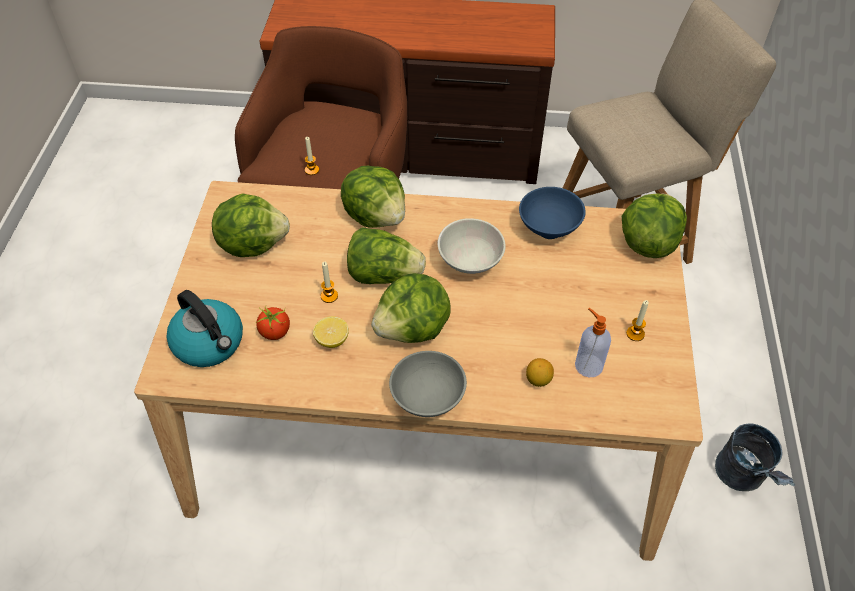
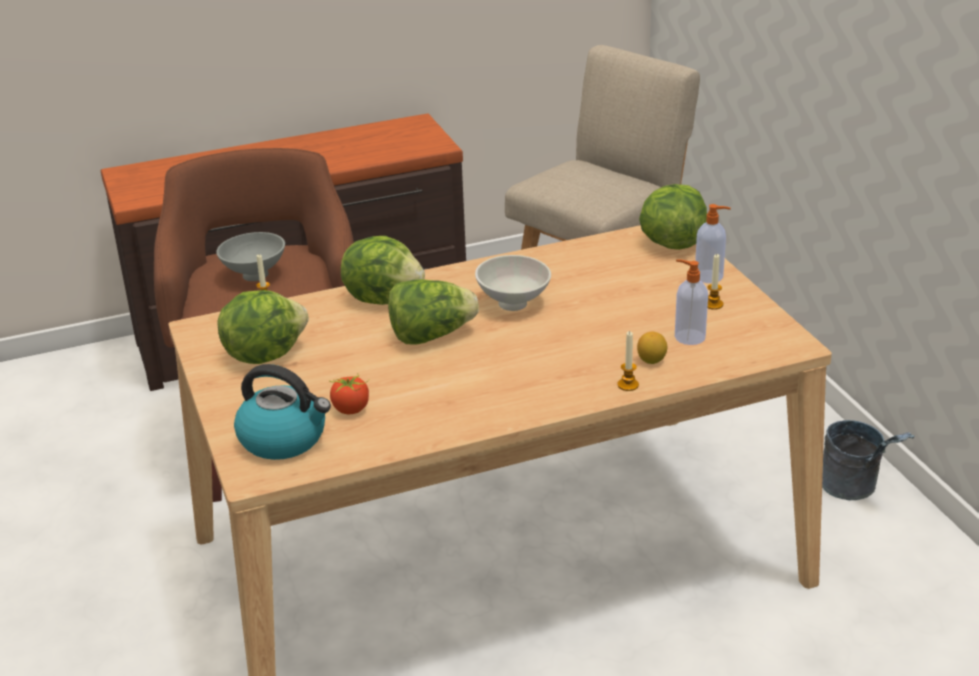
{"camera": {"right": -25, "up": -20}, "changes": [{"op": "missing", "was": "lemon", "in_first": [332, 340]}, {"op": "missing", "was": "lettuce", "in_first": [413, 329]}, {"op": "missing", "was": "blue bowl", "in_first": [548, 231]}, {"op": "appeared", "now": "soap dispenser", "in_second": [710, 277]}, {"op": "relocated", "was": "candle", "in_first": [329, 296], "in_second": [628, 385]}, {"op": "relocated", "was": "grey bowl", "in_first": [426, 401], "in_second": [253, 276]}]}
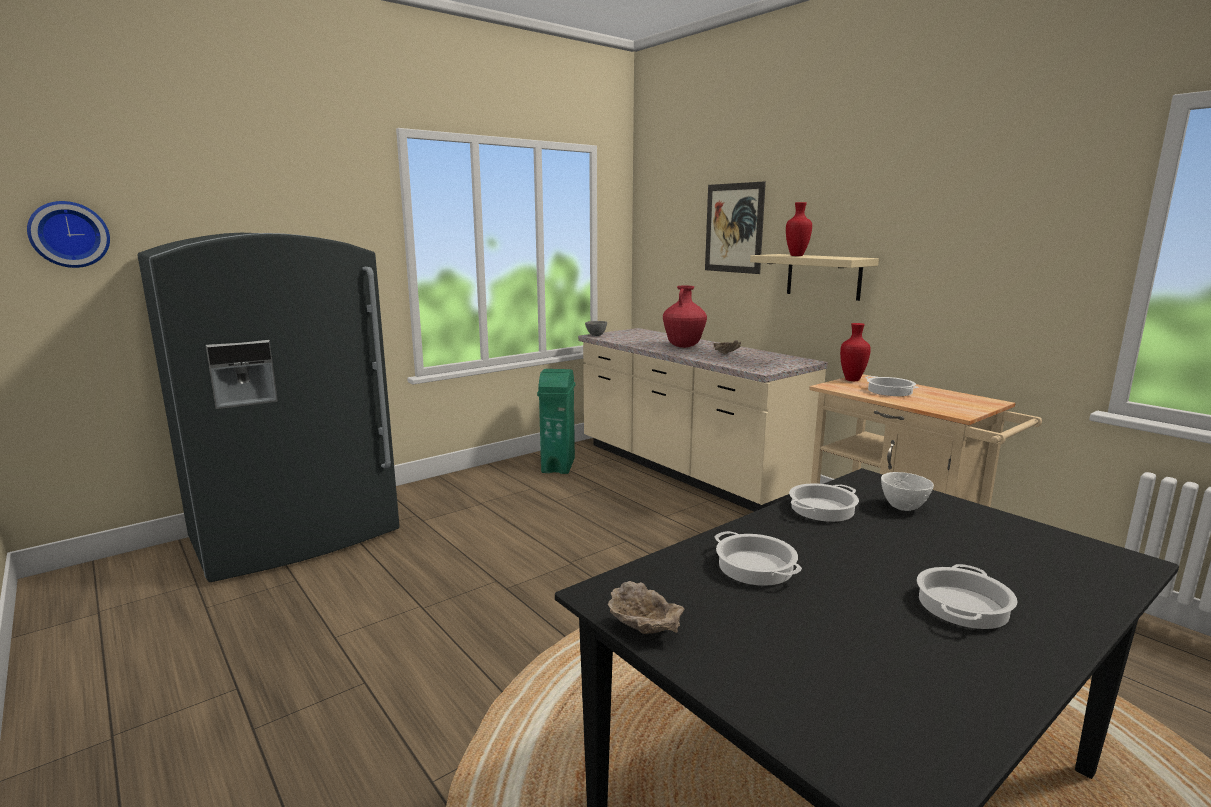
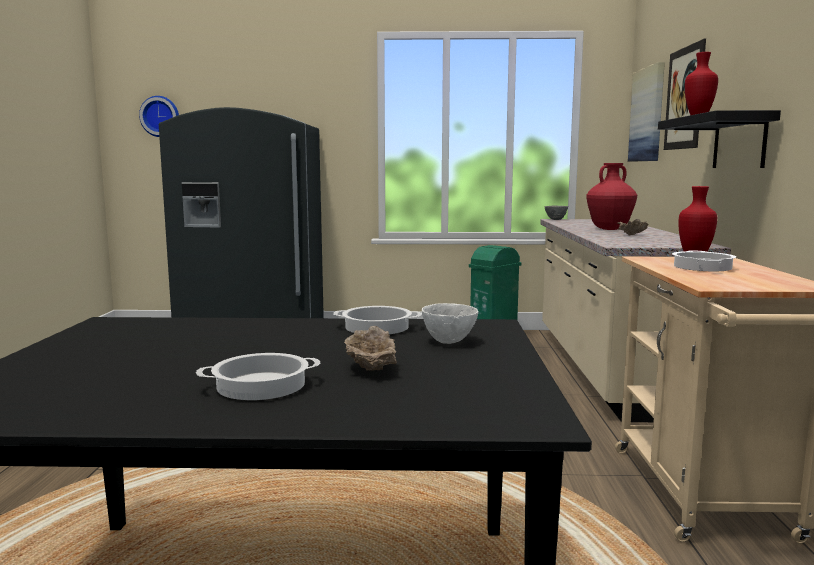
{"camera": {"right": 40, "up": -5}, "changes": [{"op": "missing", "was": "cooking pot", "in_first": [756, 567]}, {"op": "appeared", "now": "picture", "in_second": [647, 115]}, {"op": "relocated", "was": "beige bowl", "in_first": [644, 631], "in_second": [370, 370]}, {"op": "colour", "was": "beige shelf", "now": "black shelf", "in_first": [823, 276], "in_second": [739, 142]}]}
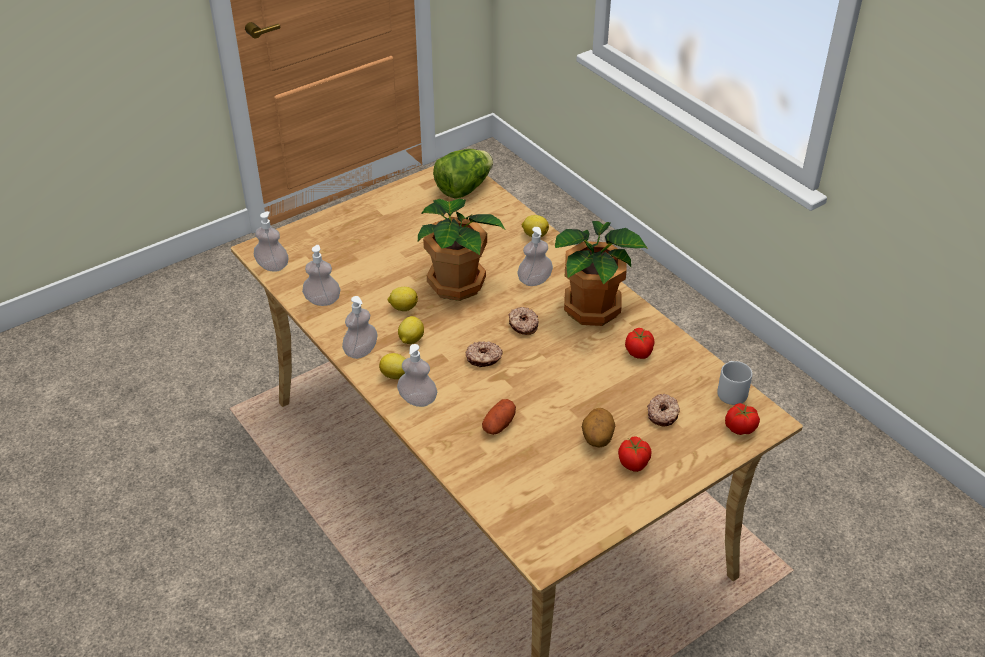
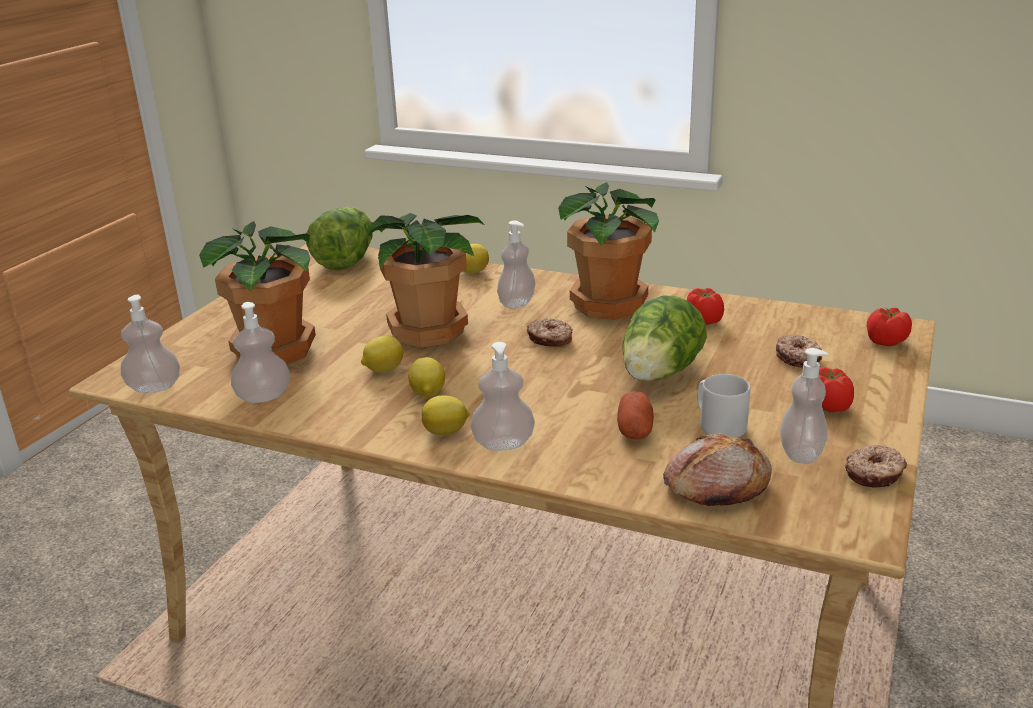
{"camera": {"right": -30, "up": -15}, "changes": [{"op": "missing", "was": "potato", "in_first": [597, 438]}, {"op": "appeared", "now": "potted plant", "in_second": [278, 350]}, {"op": "appeared", "now": "lettuce", "in_second": [659, 375]}, {"op": "appeared", "now": "bread", "in_second": [715, 485]}, {"op": "relocated", "was": "soap dispenser", "in_first": [361, 351], "in_second": [801, 453]}, {"op": "relocated", "was": "donut", "in_first": [483, 358], "in_second": [875, 474]}, {"op": "relocated", "was": "grey mug", "in_first": [731, 391], "in_second": [718, 425]}]}
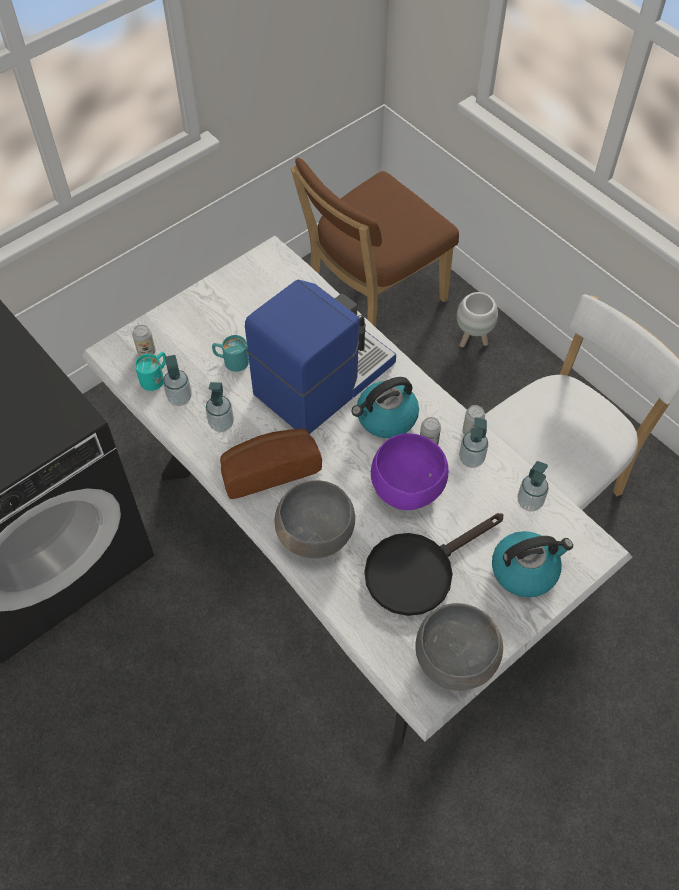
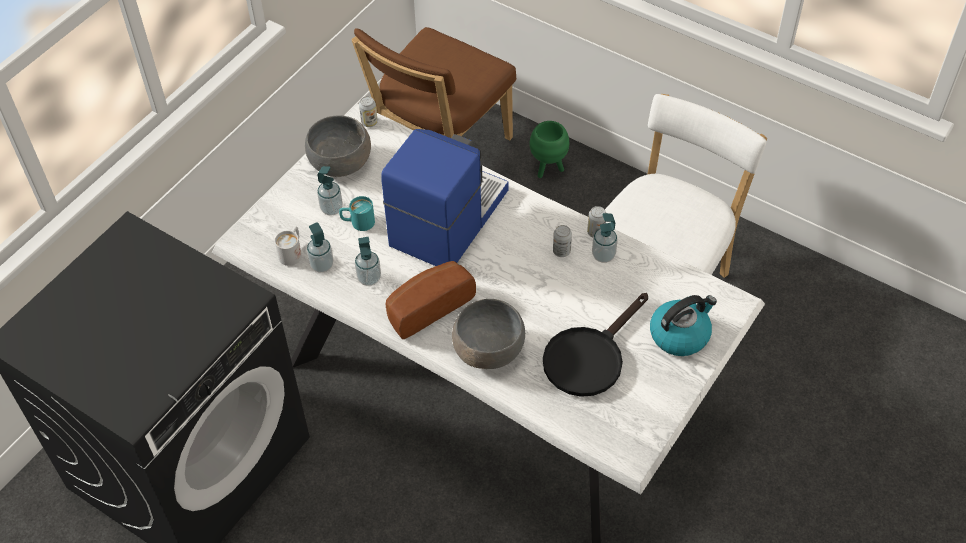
{"camera": {"right": -15, "up": -5}, "changes": [{"op": "missing", "was": "kettle", "in_first": [385, 418]}, {"op": "missing", "was": "purple bowl", "in_first": [407, 487]}, {"op": "relocated", "was": "can", "in_first": [146, 352], "in_second": [369, 122]}, {"op": "relocated", "was": "grey bowl", "in_first": [456, 659], "in_second": [341, 163]}, {"op": "relocated", "was": "soap dispenser", "in_first": [529, 502], "in_second": [331, 208]}, {"op": "colour", "was": "turquoise mug", "now": "white mug", "in_first": [155, 377], "in_second": [292, 252]}, {"op": "colour", "was": "white planter", "now": "green planter", "in_first": [473, 339], "in_second": [548, 169]}]}
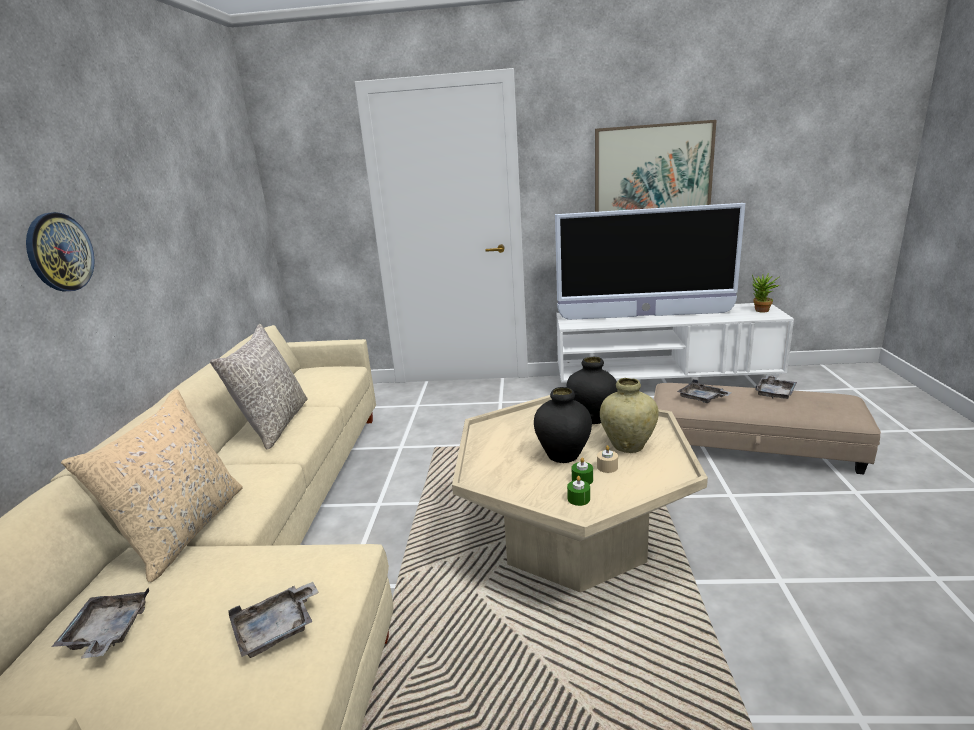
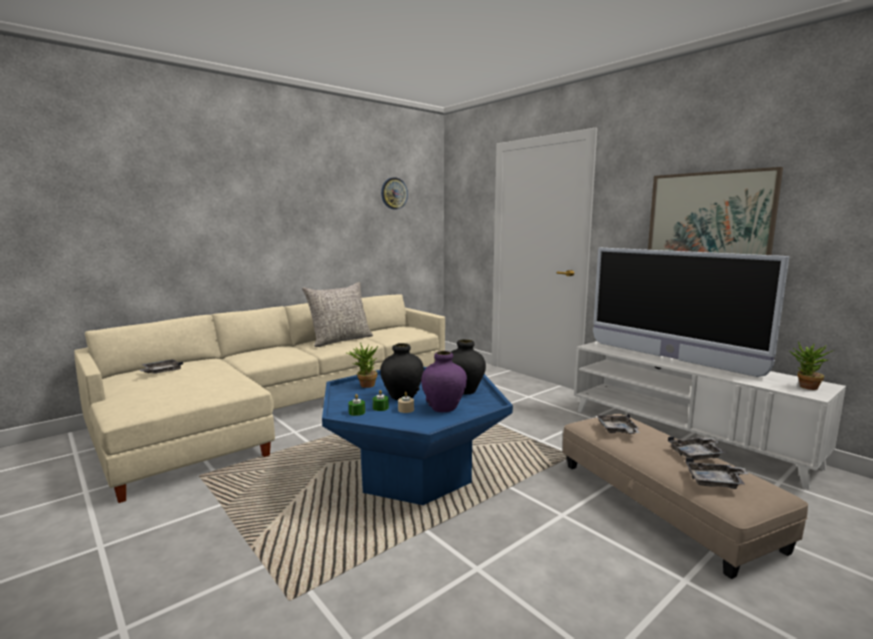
{"camera": {"right": 45, "up": -10}, "changes": [{"op": "missing", "was": "beige pillow", "in_first": [183, 530]}, {"op": "appeared", "now": "potted plant", "in_second": [364, 385]}, {"op": "relocated", "was": "wall clock", "in_first": [59, 252], "in_second": [394, 193]}, {"op": "relocated", "was": "grey tray", "in_first": [277, 629], "in_second": [715, 482]}, {"op": "colour", "was": "beige coffee table", "now": "blue coffee table", "in_first": [572, 538], "in_second": [413, 472]}, {"op": "colour", "was": "beige vase", "now": "purple vase", "in_first": [628, 445], "in_second": [444, 408]}]}
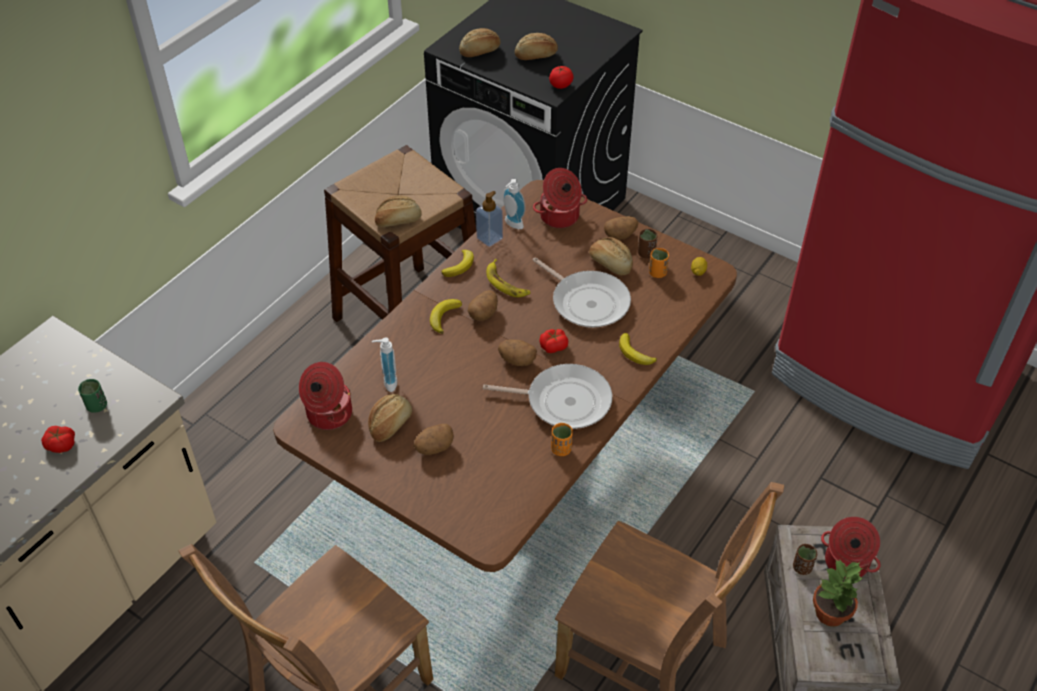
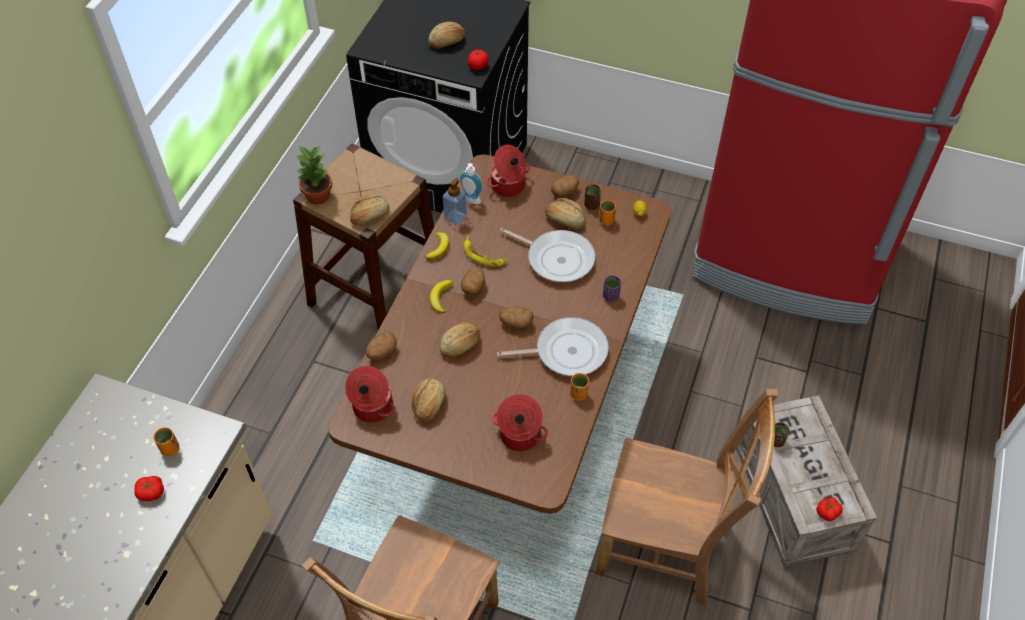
{"camera": {"right": -15, "up": 5}, "changes": [{"op": "missing", "was": "soap dispenser", "in_first": [387, 382]}, {"op": "relocated", "was": "potato", "in_first": [434, 447], "in_second": [381, 353]}, {"op": "relocated", "was": "bread", "in_first": [480, 51], "in_second": [461, 345]}, {"op": "relocated", "was": "tomato", "in_first": [553, 346], "in_second": [827, 512]}, {"op": "relocated", "was": "potted plant", "in_first": [831, 614], "in_second": [318, 196]}, {"op": "relocated", "was": "cooking pot", "in_first": [845, 563], "in_second": [519, 435]}, {"op": "exchanged", "was": "banana", "now": "purple cup", "in_first": [634, 353], "in_second": [610, 296]}, {"op": "colour", "was": "green cup", "now": "orange cup", "in_first": [97, 406], "in_second": [170, 449]}]}
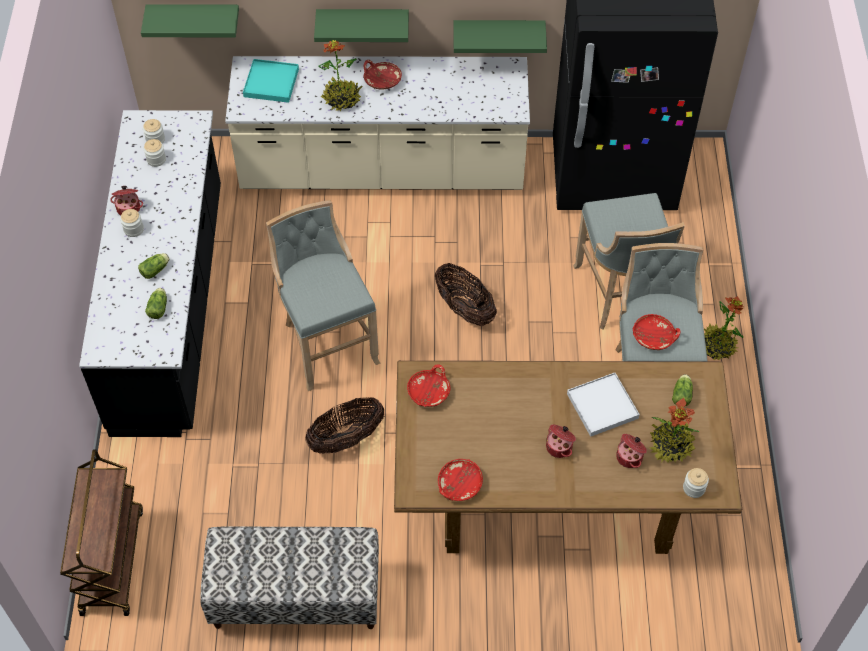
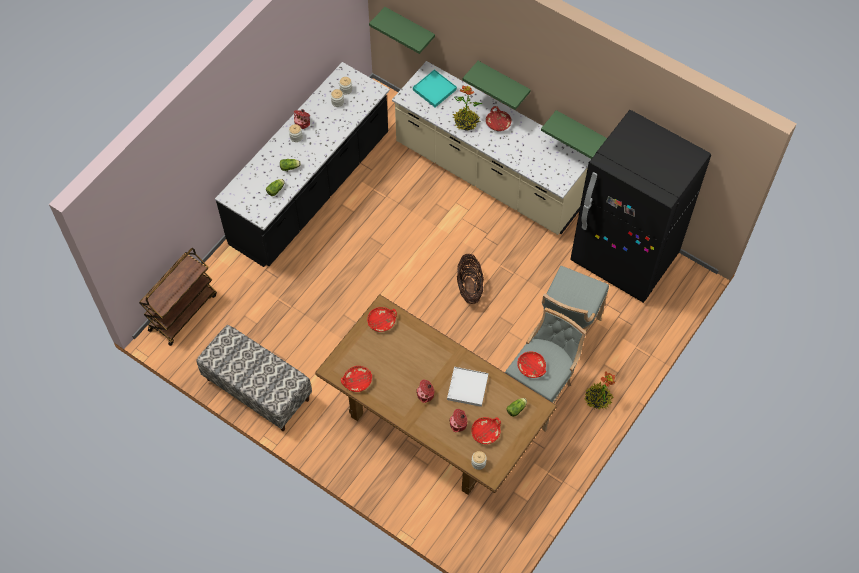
{"camera": {"right": 35, "up": 5}, "changes": [{"op": "missing", "was": "grey stool", "in_first": [327, 342]}, {"op": "missing", "was": "basket", "in_first": [346, 438]}, {"op": "exchanged", "was": "potted plant", "now": "red bowl", "in_first": [671, 445], "in_second": [486, 432]}]}
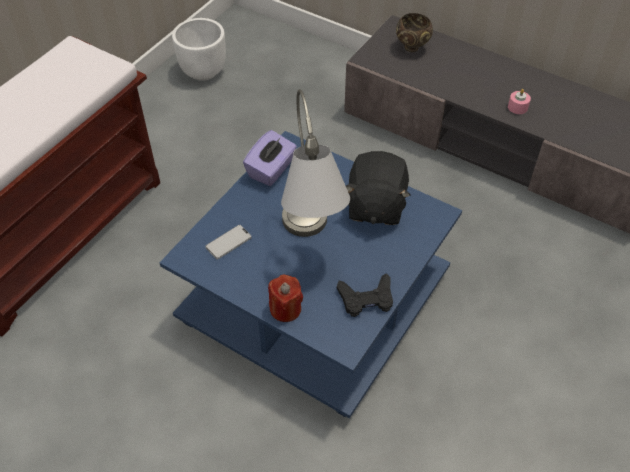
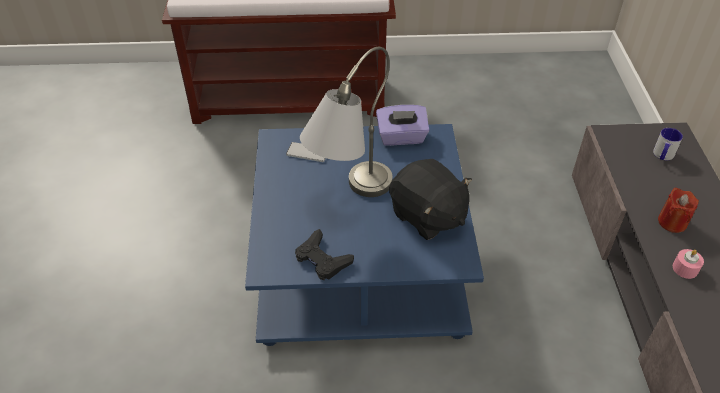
{"camera": {"right": 55, "up": -5}, "changes": [{"op": "missing", "was": "white planter", "in_first": [203, 71]}, {"op": "relocated", "was": "red candle", "in_first": [285, 309], "in_second": [672, 222]}, {"op": "exchanged", "was": "brown bowl", "now": "mug", "in_first": [412, 48], "in_second": [662, 156]}, {"op": "spun", "was": "black plush toy", "in_first": [375, 205], "in_second": [427, 216], "clockwise": -105}]}
